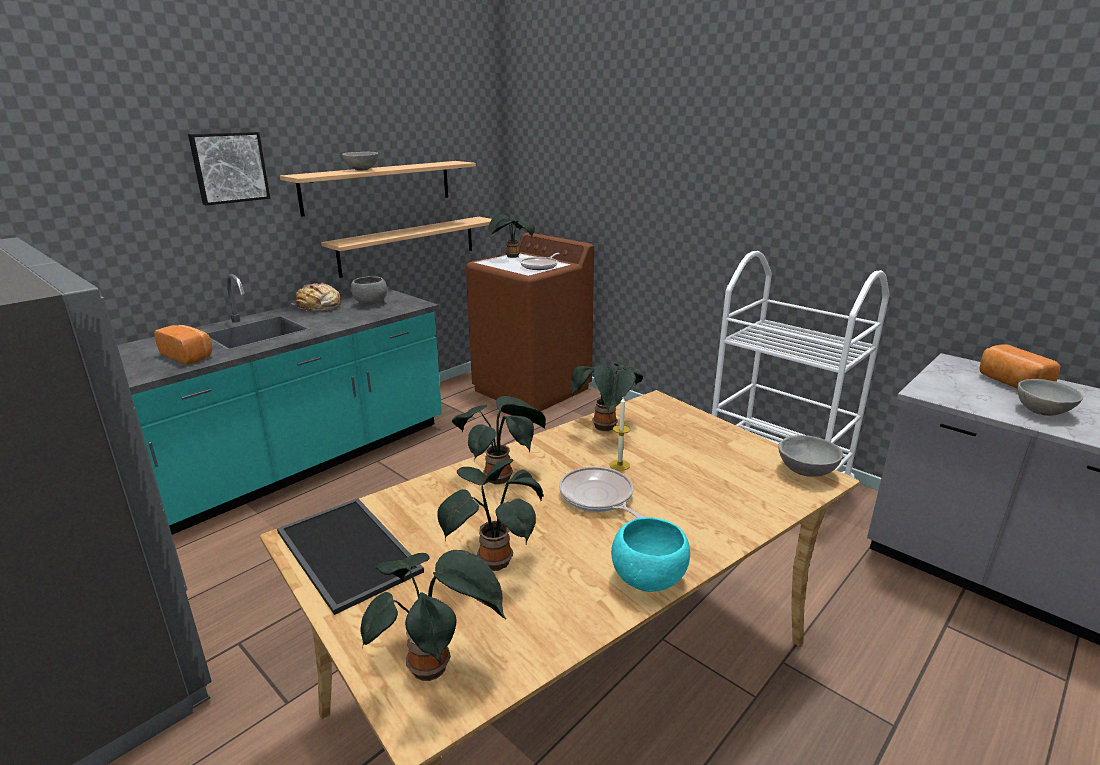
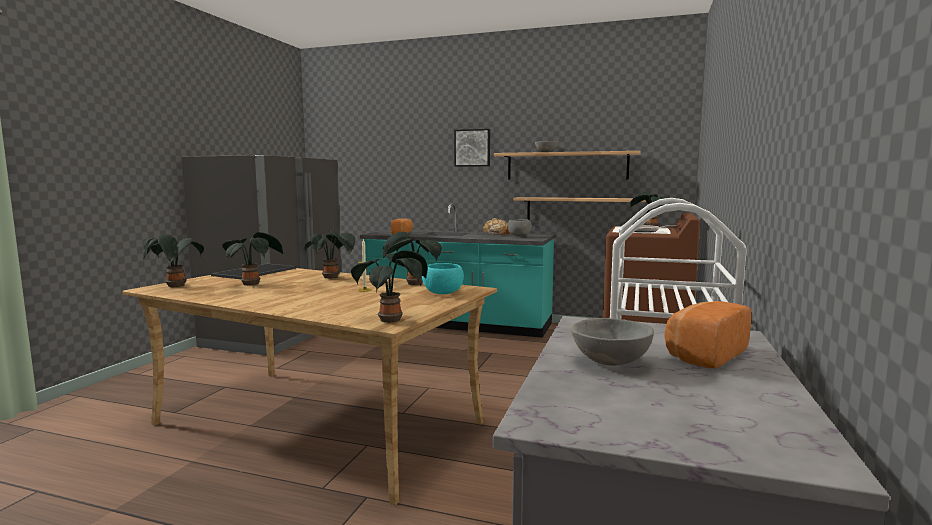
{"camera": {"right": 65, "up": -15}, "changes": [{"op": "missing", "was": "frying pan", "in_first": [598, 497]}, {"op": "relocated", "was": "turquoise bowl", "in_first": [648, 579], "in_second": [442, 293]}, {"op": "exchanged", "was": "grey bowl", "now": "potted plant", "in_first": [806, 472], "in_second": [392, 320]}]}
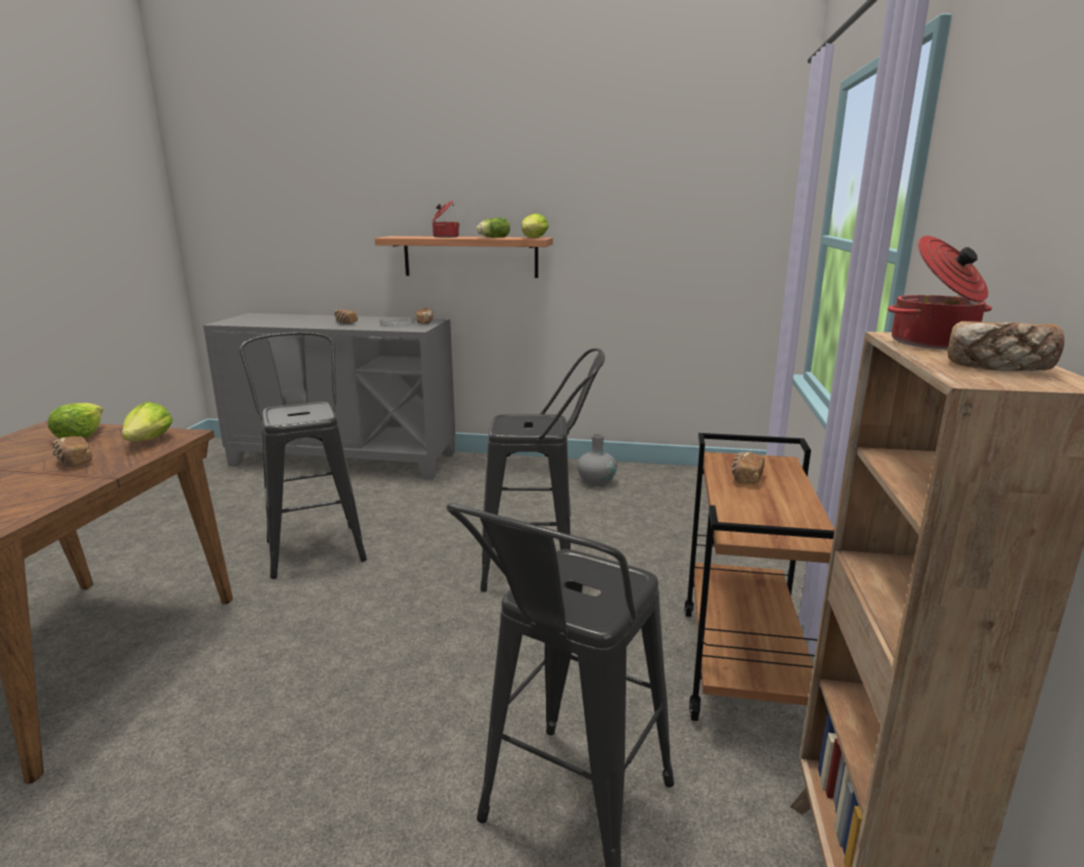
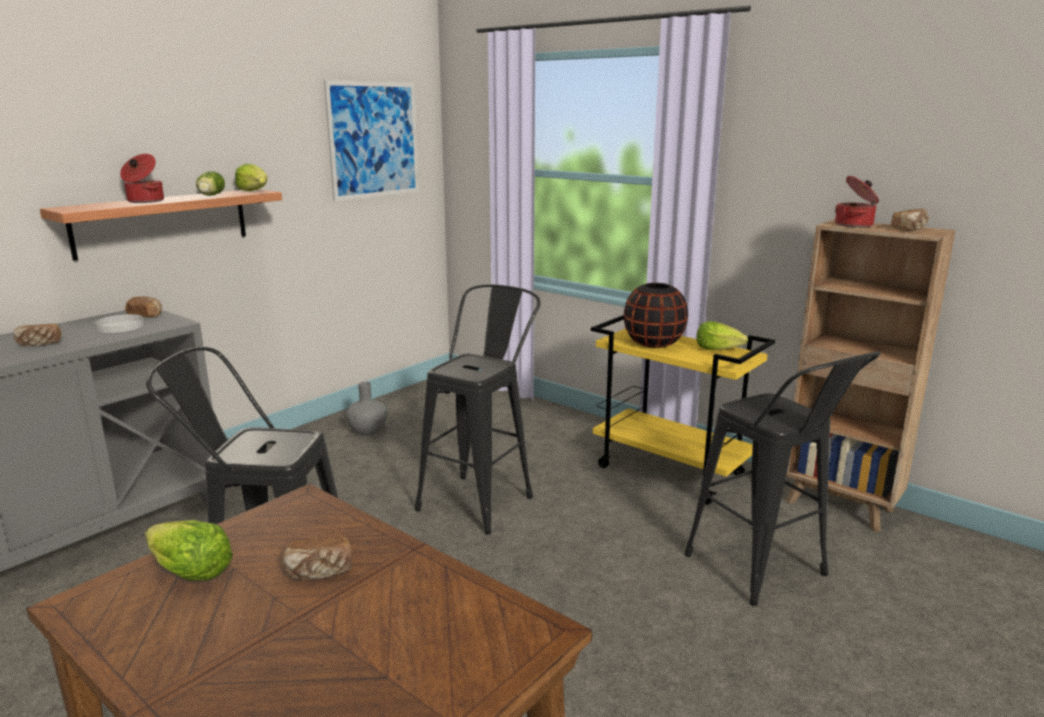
{"camera": {"right": -60, "up": 0}, "changes": [{"op": "appeared", "now": "picture", "in_second": [374, 140]}, {"op": "relocated", "was": "lettuce", "in_first": [149, 441], "in_second": [718, 349]}, {"op": "exchanged", "was": "bread", "now": "black vase", "in_first": [746, 478], "in_second": [653, 343]}, {"op": "colour", "was": "brown cart", "now": "yellow cart", "in_first": [744, 668], "in_second": [672, 471]}]}
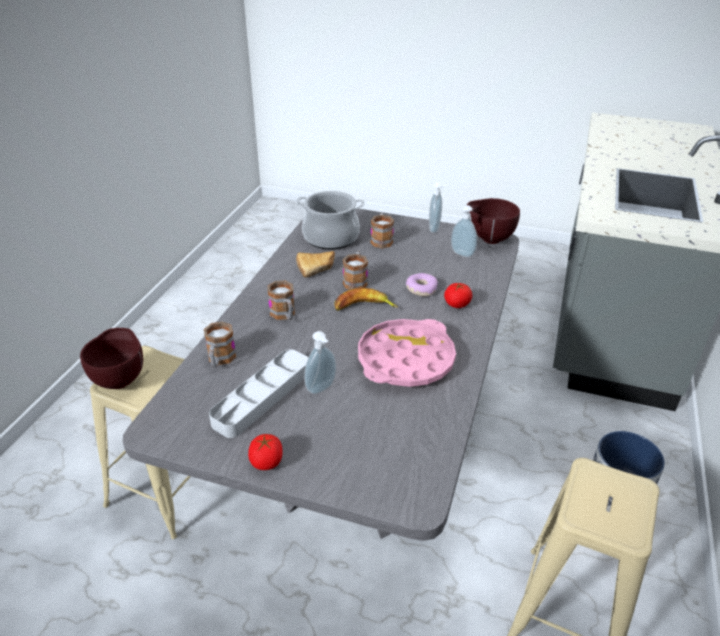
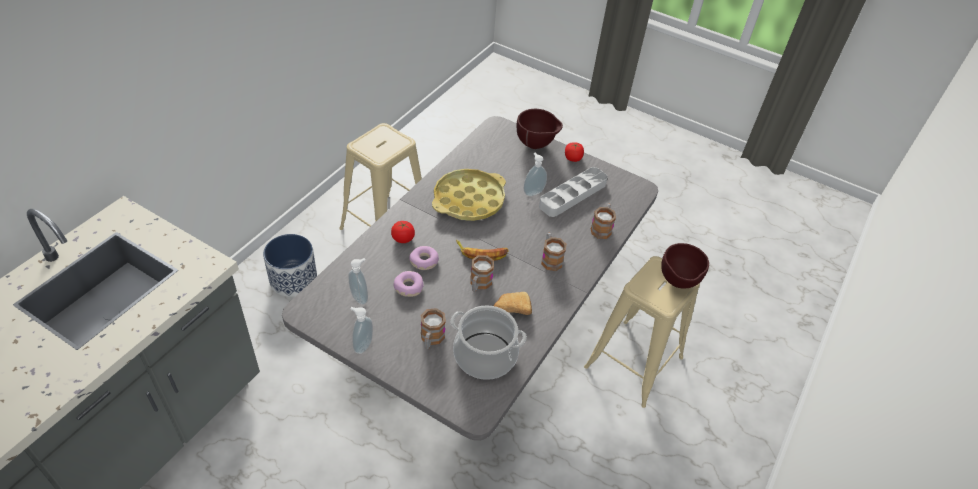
{"camera": {"right": -170, "up": 10}, "changes": [{"op": "appeared", "now": "donut", "in_second": [408, 287]}, {"op": "relocated", "was": "brown bowl", "in_first": [488, 239], "in_second": [536, 145]}, {"op": "colour", "was": "pink tray", "now": "yellow tray", "in_first": [405, 360], "in_second": [469, 200]}]}
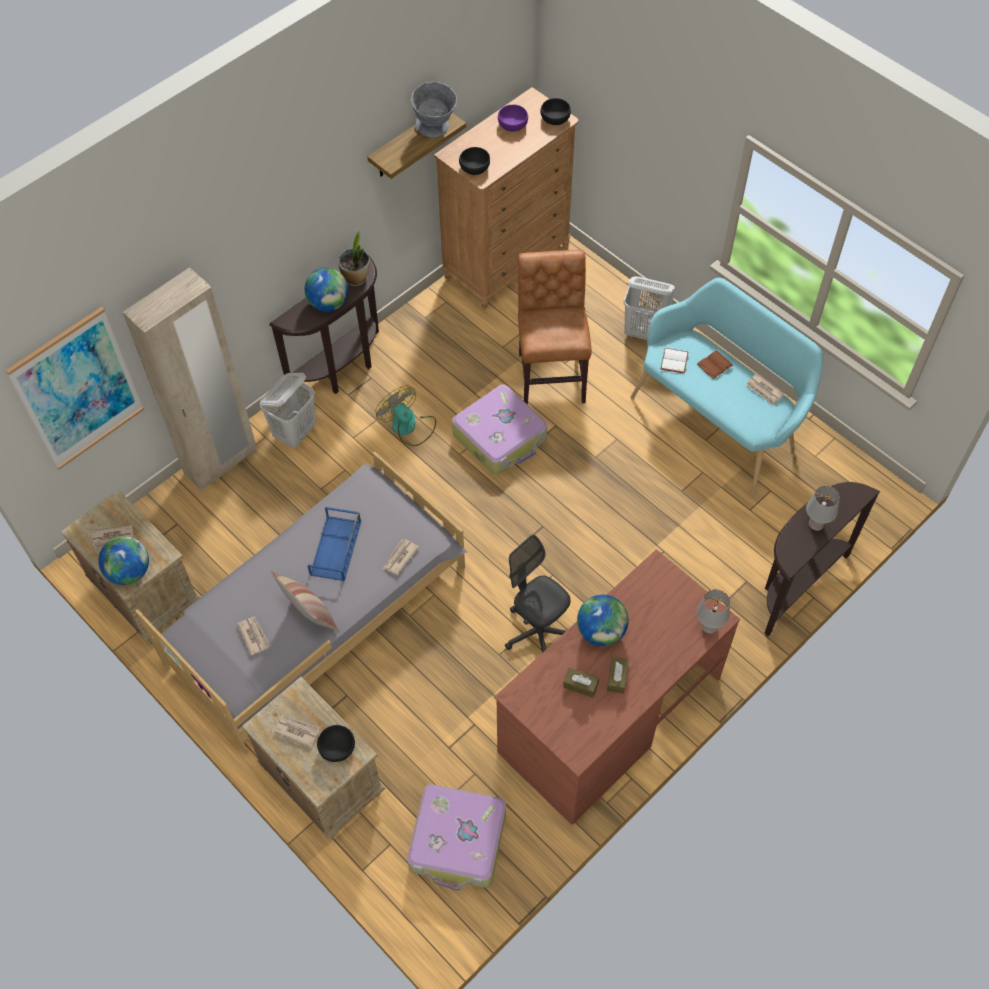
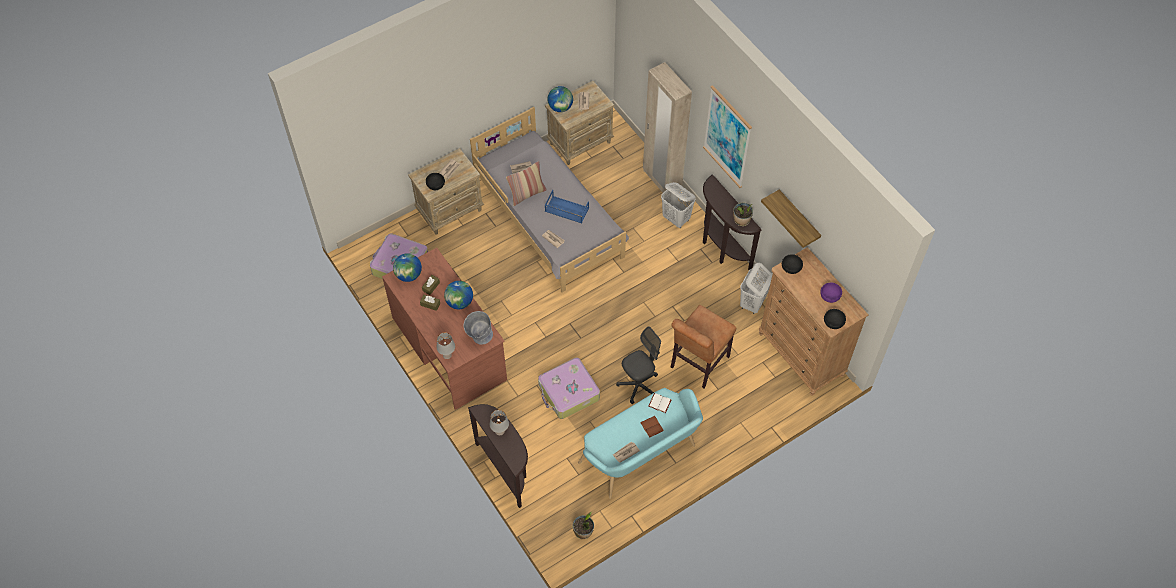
{"camera": {"right": 100, "up": 0}, "changes": [{"op": "missing", "was": "fan", "in_first": [408, 427]}, {"op": "appeared", "now": "potted plant", "in_second": [583, 532]}, {"op": "relocated", "was": "picture", "in_first": [78, 390], "in_second": [727, 137]}, {"op": "relocated", "was": "globe", "in_first": [329, 303], "in_second": [409, 275]}, {"op": "relocated", "was": "grey bowl", "in_first": [435, 130], "in_second": [479, 337]}, {"op": "relocated", "was": "suitcase", "in_first": [500, 437], "in_second": [568, 393]}, {"op": "relocated", "was": "grey office chair", "in_first": [537, 632], "in_second": [638, 386]}, {"op": "relocated", "was": "white laundry basket", "in_first": [644, 332], "in_second": [752, 303]}, {"op": "spun", "was": "brown chair", "in_first": [551, 374], "in_second": [697, 364], "clockwise": 120}]}
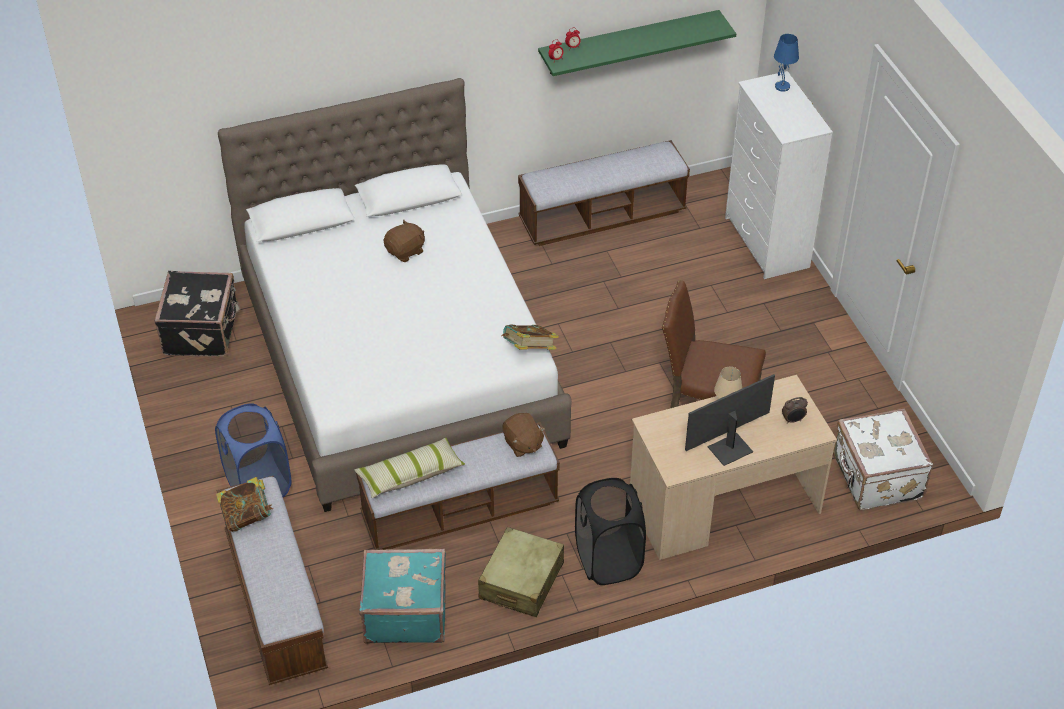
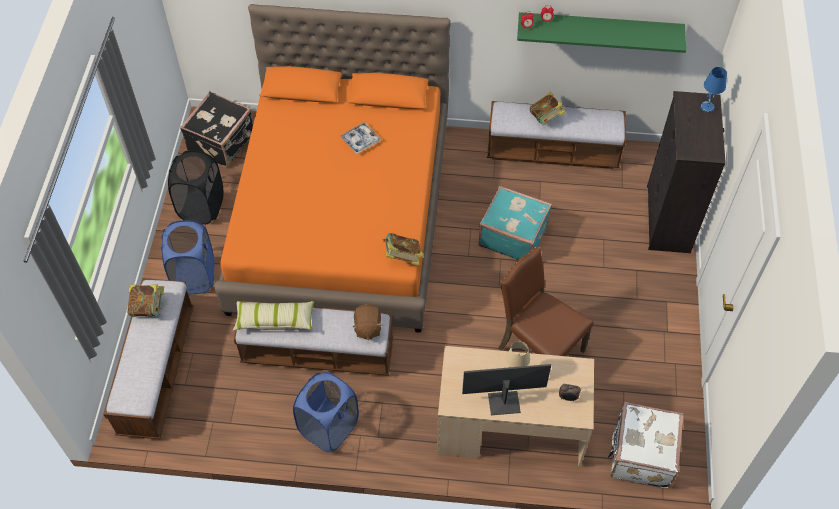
{"camera": {"right": 25, "up": 10}, "changes": [{"op": "appeared", "now": "book", "in_second": [546, 118]}, {"op": "relocated", "was": "turquoise suitcase", "in_first": [405, 612], "in_second": [513, 235]}, {"op": "relocated", "was": "black laundry basket", "in_first": [608, 560], "in_second": [201, 207]}, {"op": "exchanged", "was": "brown plush toy", "now": "tray", "in_first": [405, 251], "in_second": [360, 140]}, {"op": "exchanged", "was": "beige suitcase", "now": "blue laundry basket", "in_first": [521, 581], "in_second": [329, 428]}, {"op": "colour", "was": "white bed", "now": "orange bed", "in_first": [400, 361], "in_second": [341, 217]}, {"op": "colour", "was": "white dresser", "now": "black dresser", "in_first": [766, 243], "in_second": [667, 219]}]}
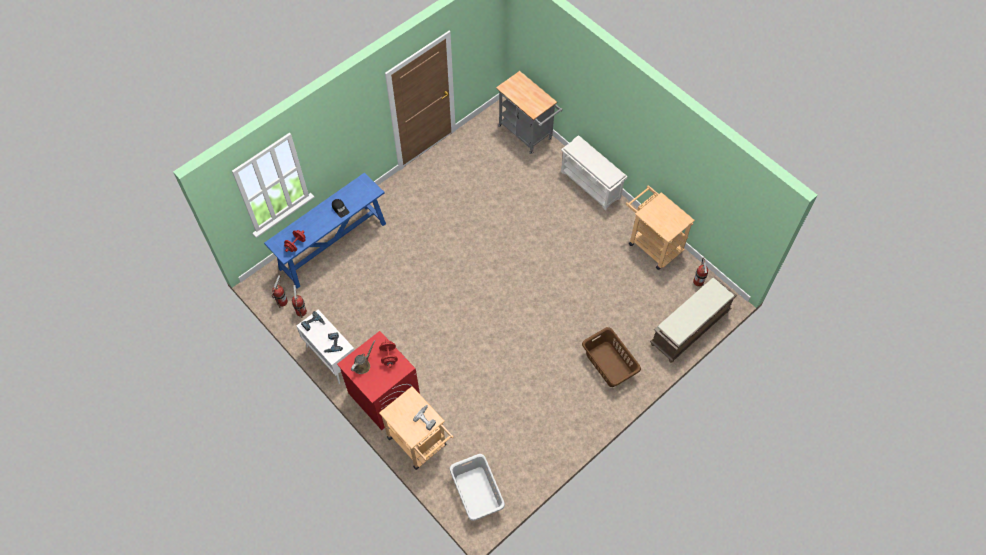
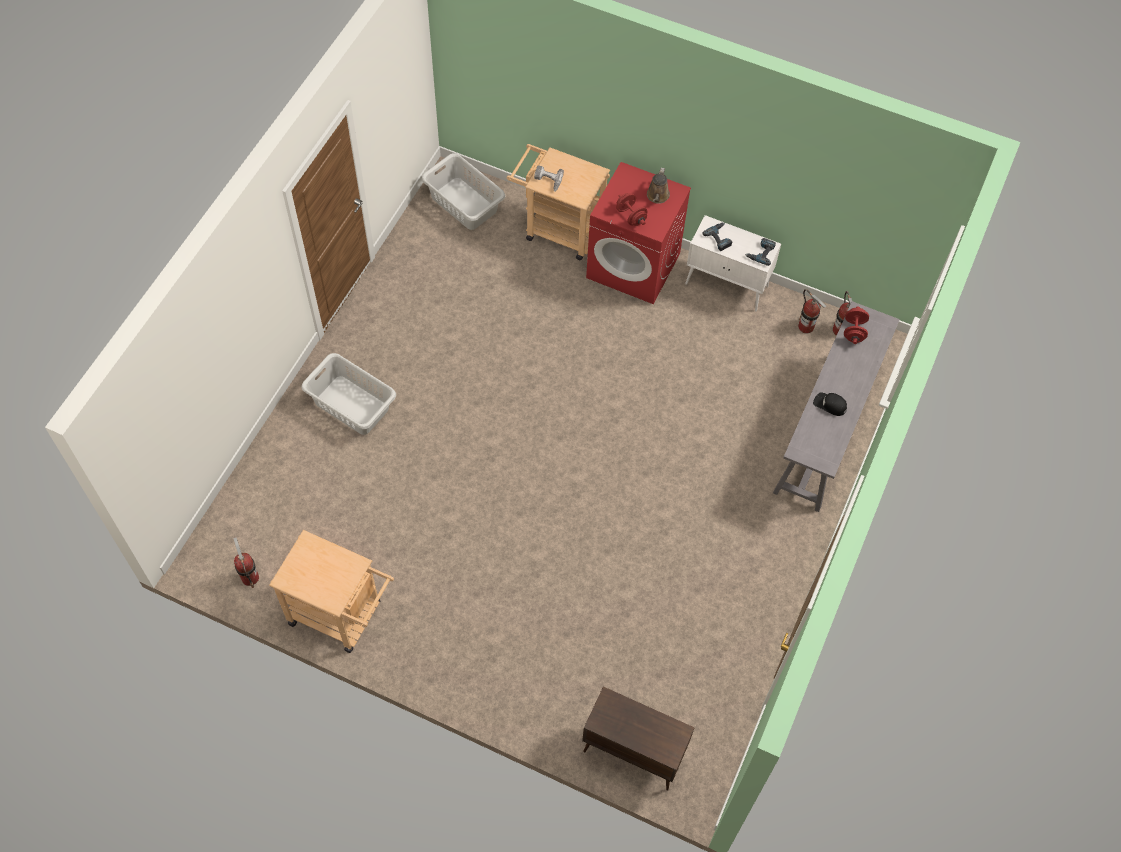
{"camera": {"right": 155, "up": 0}, "changes": [{"op": "missing", "was": "white shoe rack", "in_first": [591, 185]}, {"op": "missing", "was": "brown bench", "in_first": [690, 328]}, {"op": "exchanged", "was": "grey cart", "now": "brown cabinet", "in_first": [527, 134], "in_second": [632, 752]}, {"op": "colour", "was": "blue console table", "now": "grey console table", "in_first": [333, 246], "in_second": [826, 431]}, {"op": "colour", "was": "brown laundry basket", "now": "grey laundry basket", "in_first": [609, 364], "in_second": [352, 404]}]}
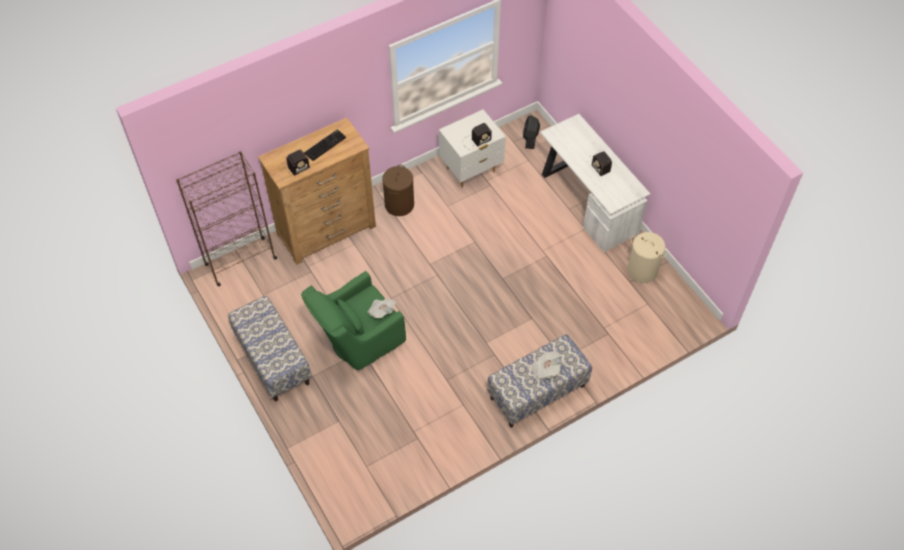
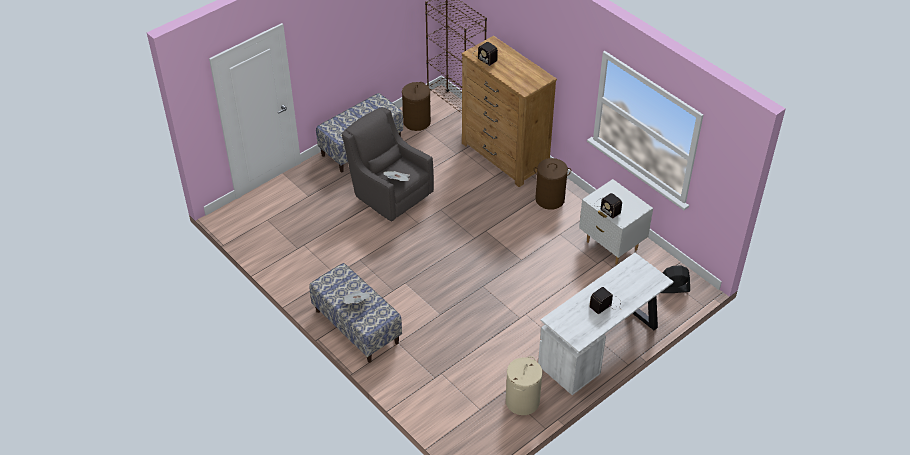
{"camera": {"right": 80, "up": -10}, "changes": [{"op": "missing", "was": "keyboard", "in_first": [325, 145]}, {"op": "appeared", "now": "brown laundry basket", "in_second": [416, 122]}, {"op": "colour", "was": "green armchair", "now": "grey armchair", "in_first": [357, 341], "in_second": [389, 195]}]}
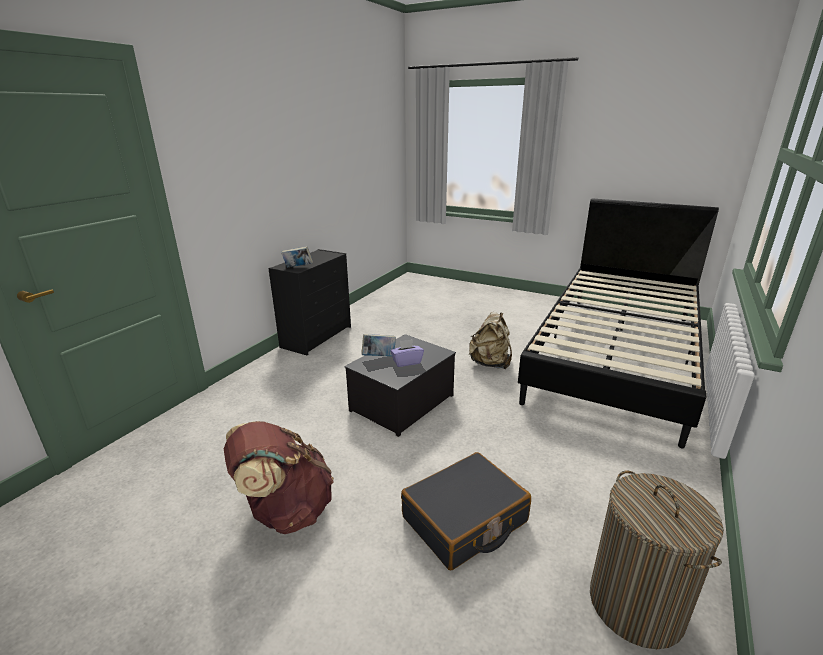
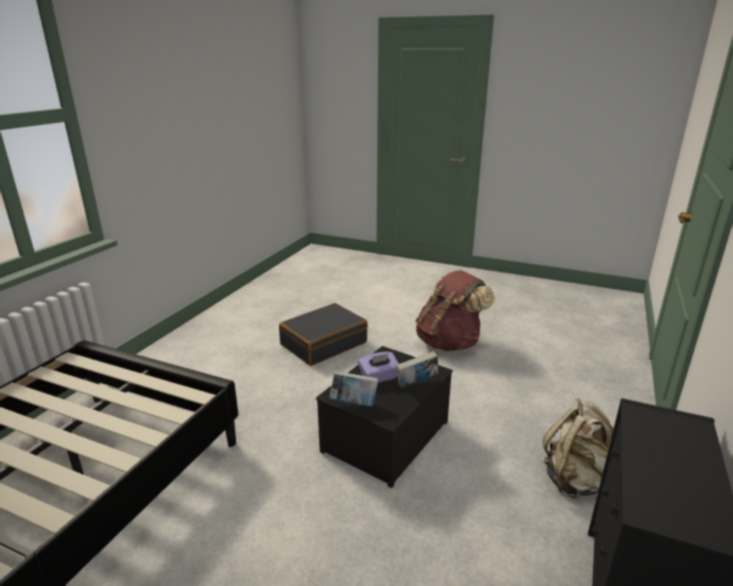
{"camera": {"right": 175, "up": 0}, "changes": [{"op": "missing", "was": "laundry basket", "in_first": [636, 605]}, {"op": "relocated", "was": "book", "in_first": [298, 267], "in_second": [353, 403]}, {"op": "relocated", "was": "beige backpack", "in_first": [490, 363], "in_second": [576, 479]}]}
